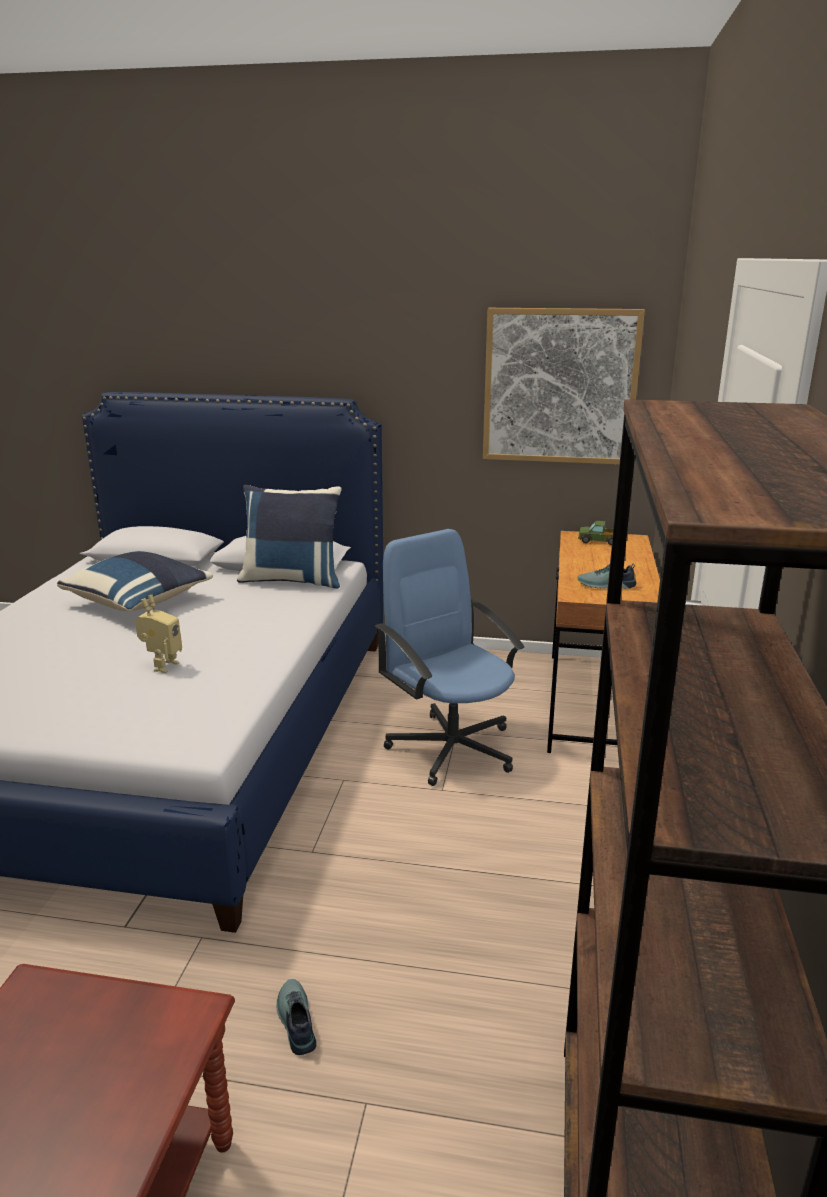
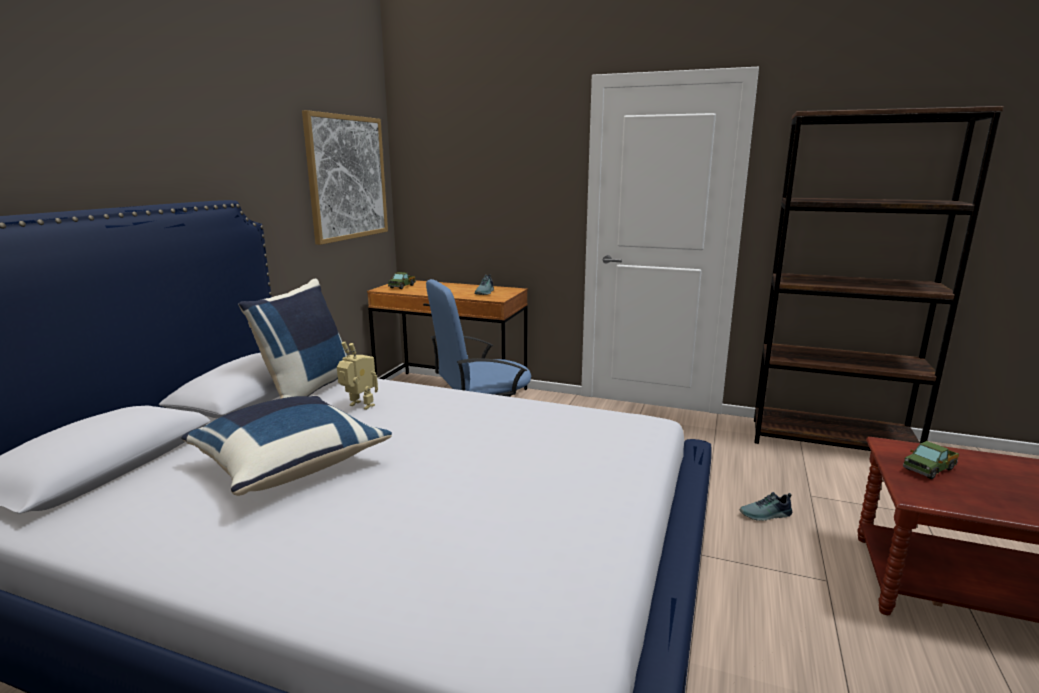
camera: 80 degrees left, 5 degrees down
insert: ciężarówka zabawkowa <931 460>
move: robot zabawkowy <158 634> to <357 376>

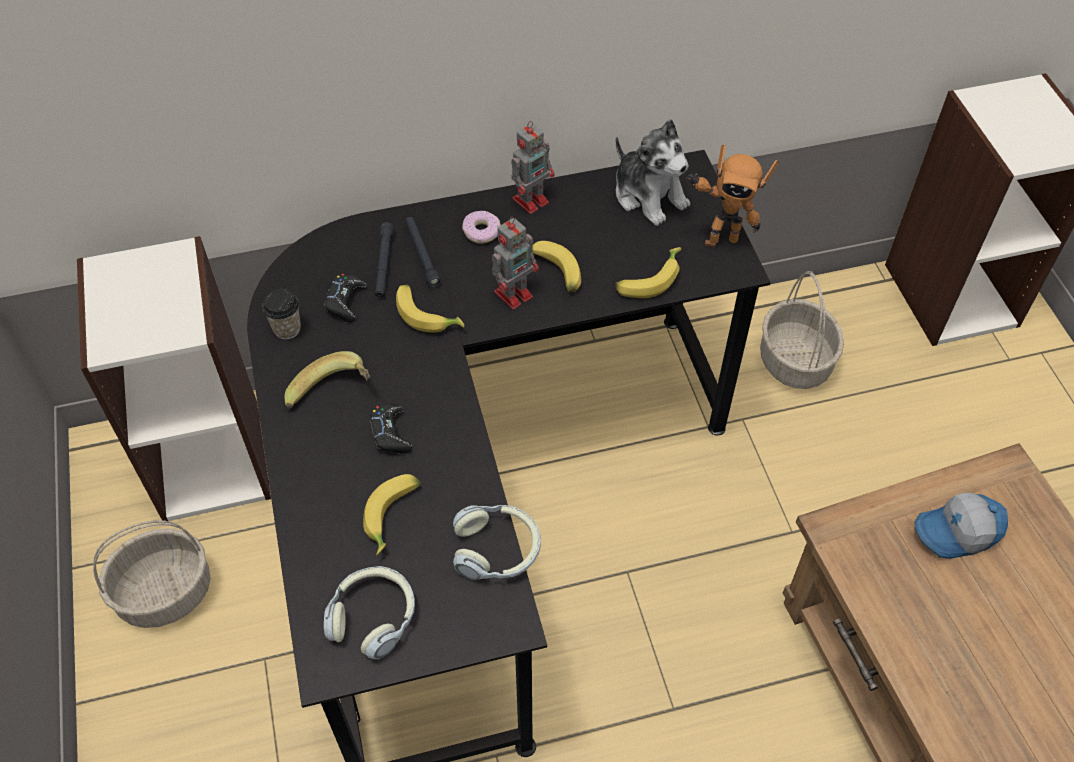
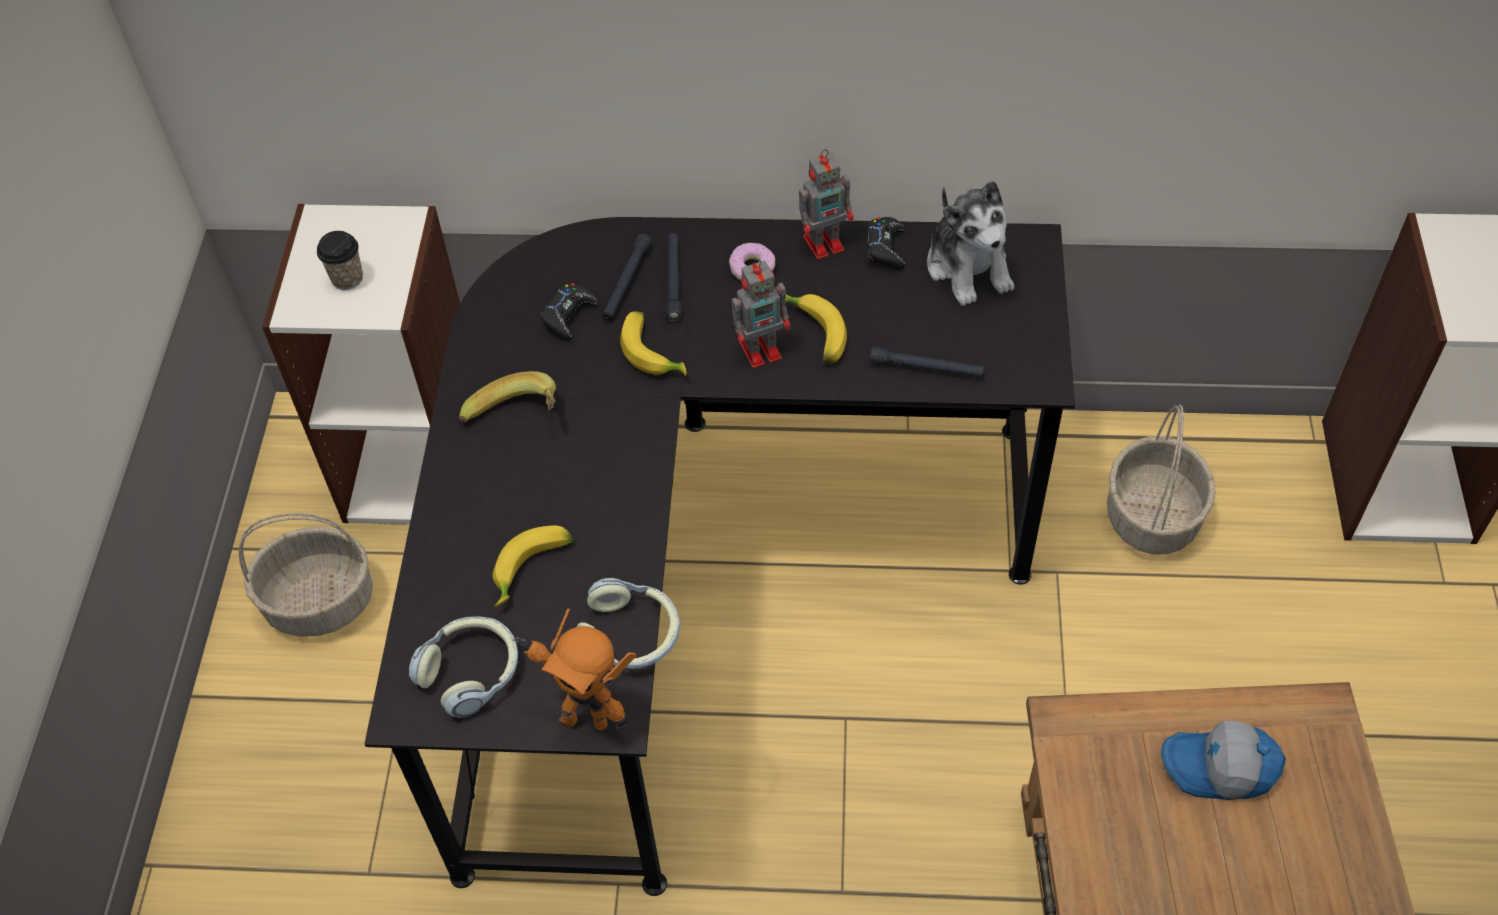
camera: 20 degrees right, 0 degrees up
move: filiżanka <281 314> to <340 260>; pad do gier/czarny <390 428> to <886 243>; robot zabawkowy <732 196> to <574 669>
replace: banan <648 272> to latarka/czarny <927 362>

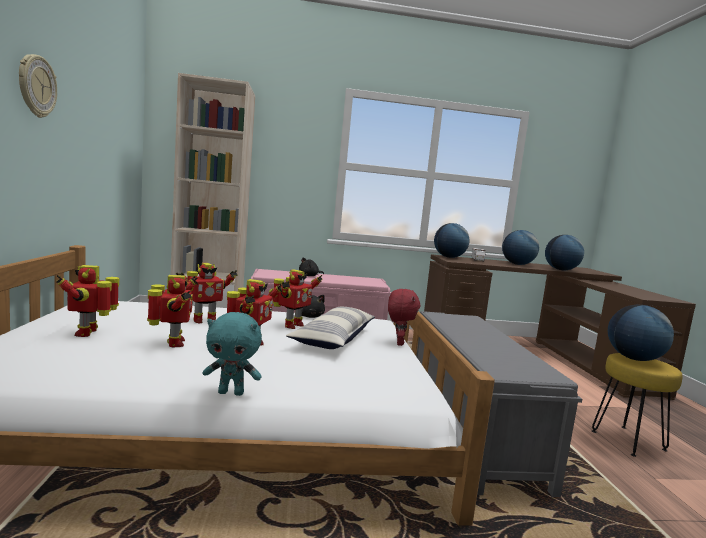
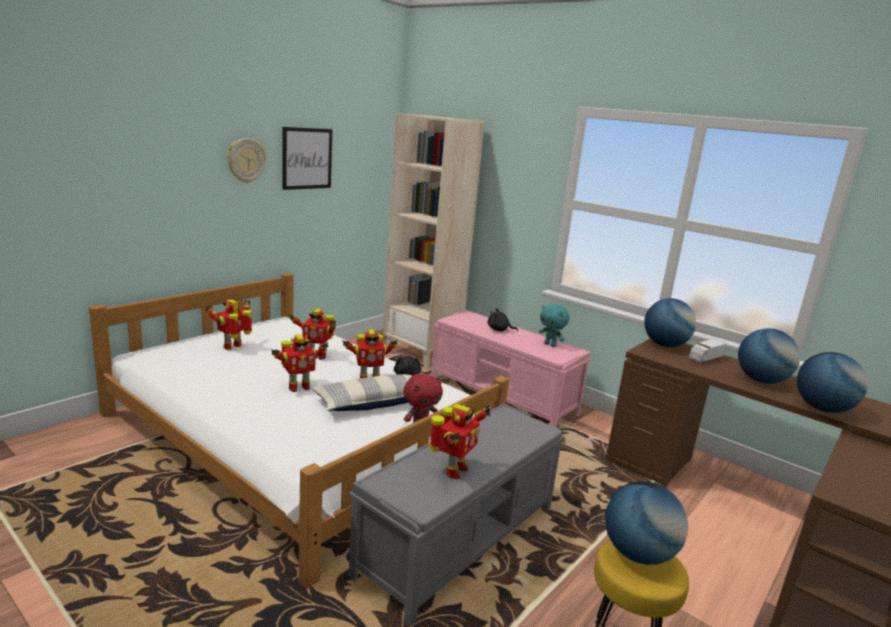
camera: 45 degrees right, 10 degrees up
insert: obraz <307 158>
move: robot zabawkowy <172 311> to <459 441>; pluszak/turkusowy <232 354> to <554 325>

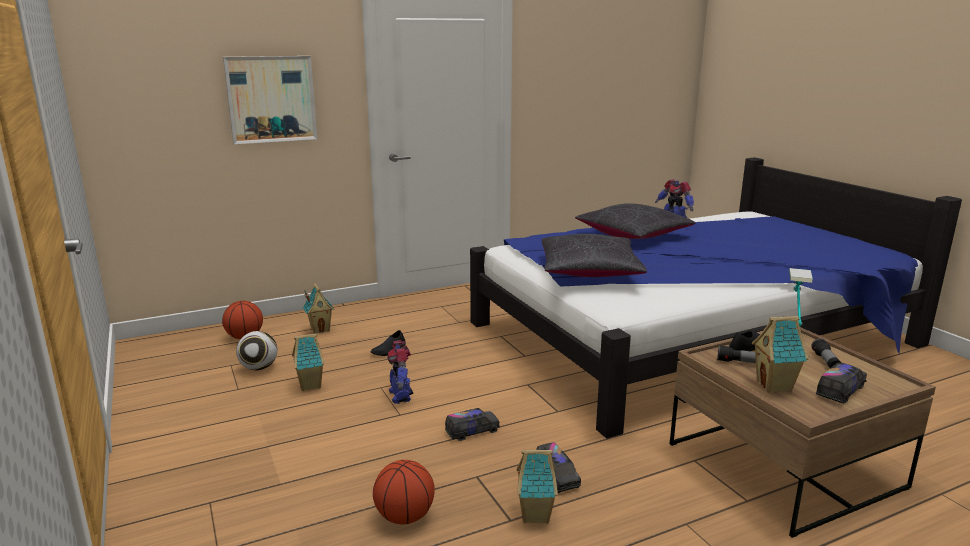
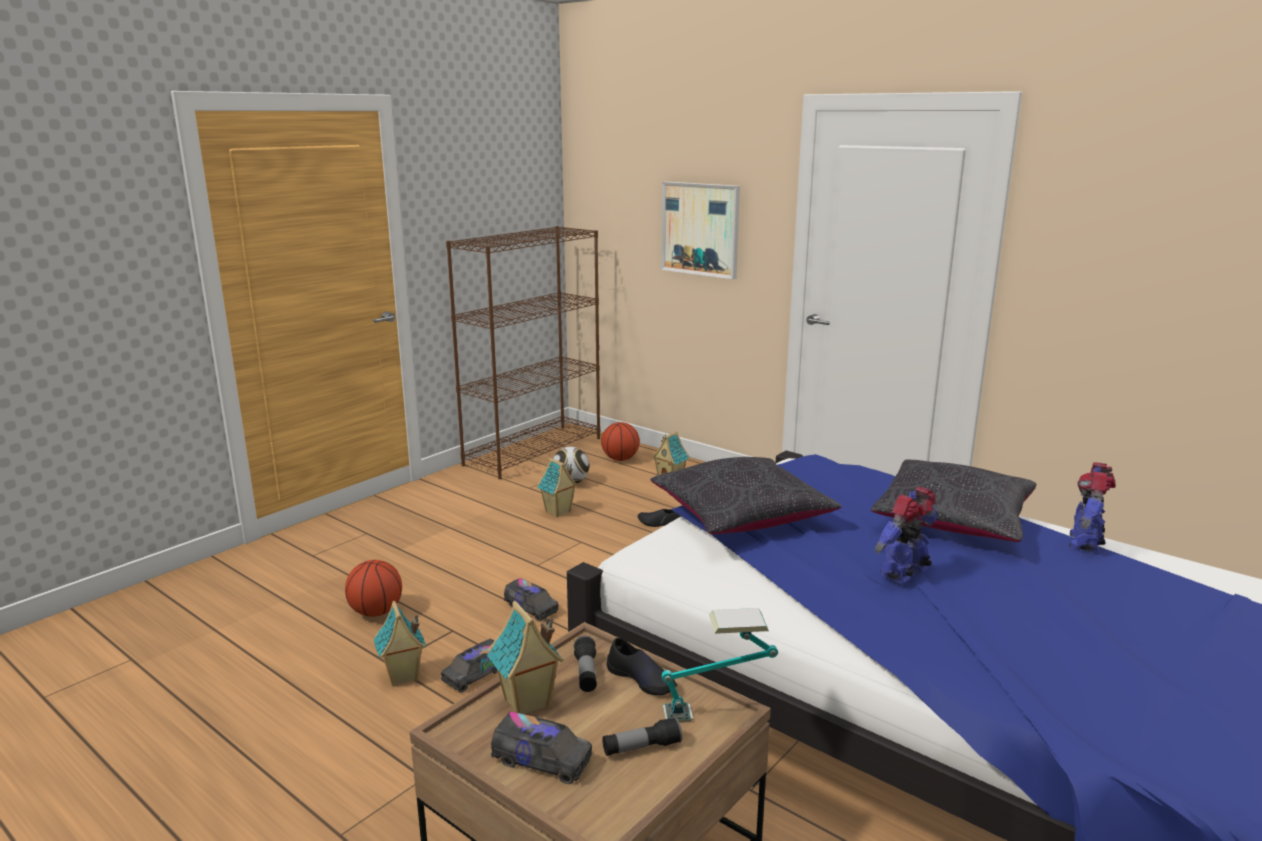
camera: 65 degrees right, 0 degrees up
insert: regał/brązowy <523 352>
move: robot zabawkowy <400 372> to <906 535>

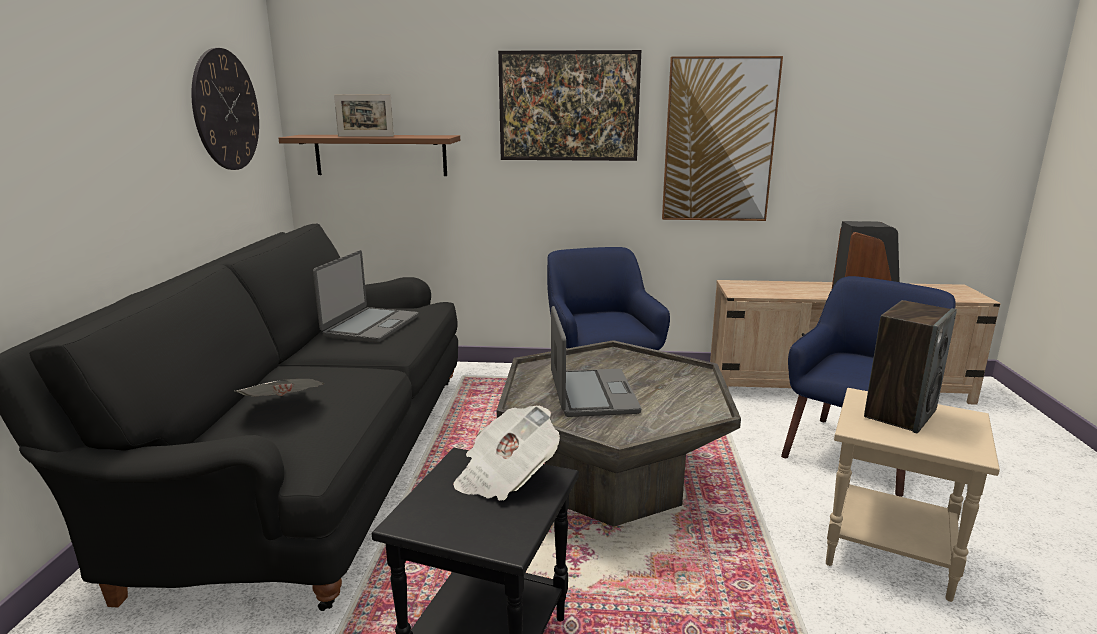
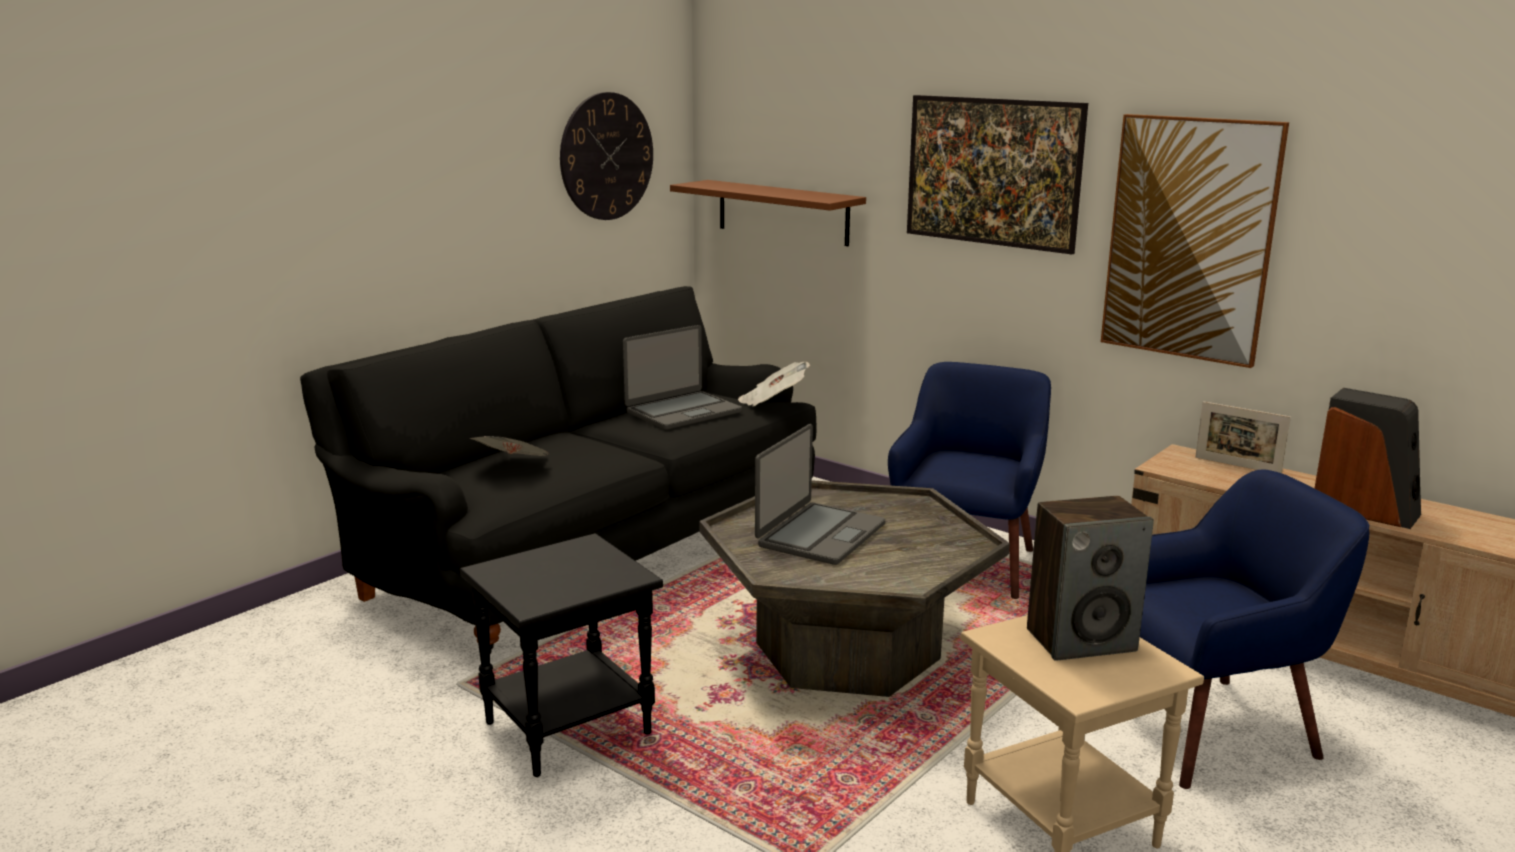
camera: 35 degrees right, 0 degrees up
move: ramka na zdjęcie <364 115> to <1243 437>; gazeta <506 453> to <774 384>

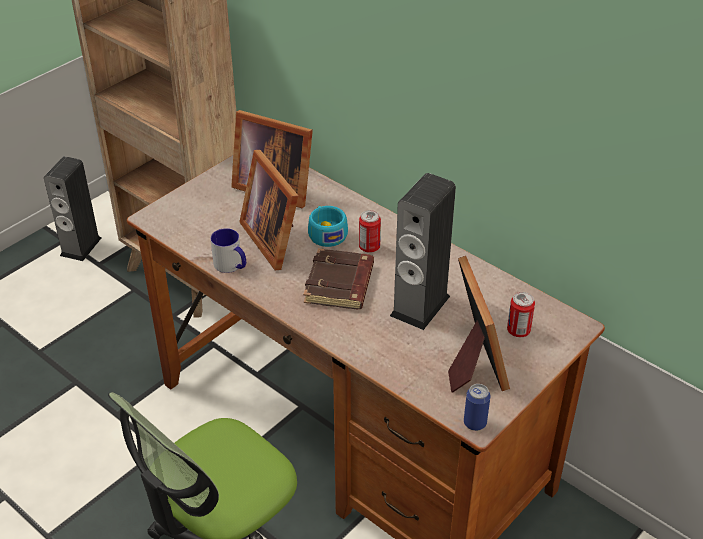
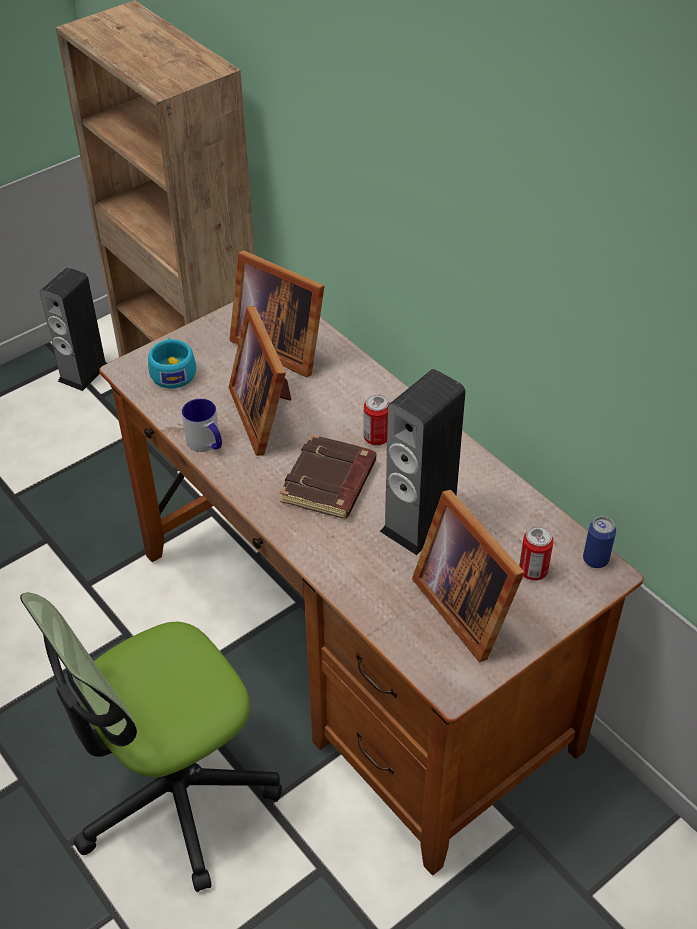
camera: 10 degrees right, 5 degrees up
move: filiżanka/turkusowy <328 226> to <172 363>; puszka <477 407> to <599 542>
rotate: ramka na zdjęcie <479 324> = <468 576> 150 degrees clockwise

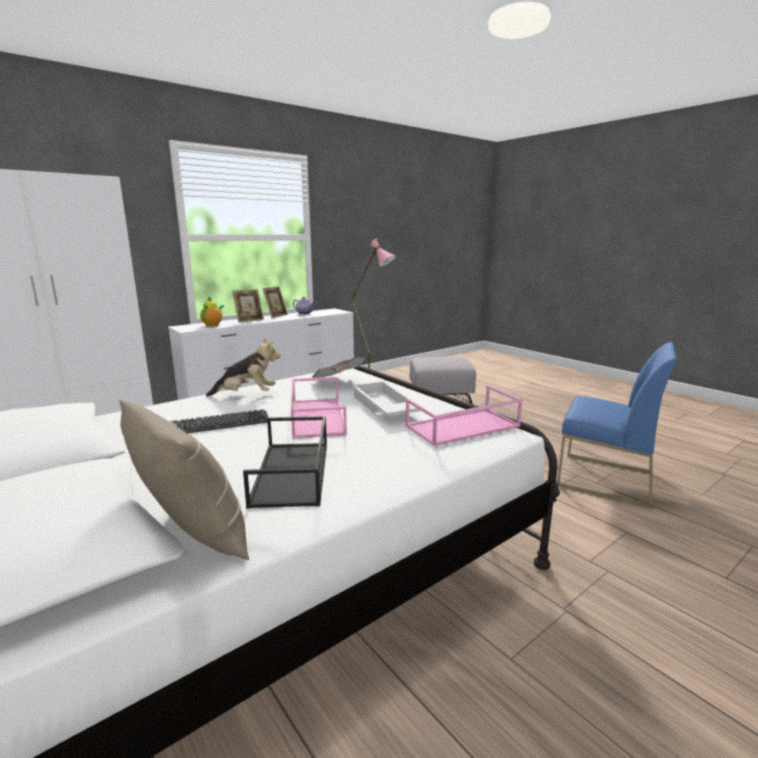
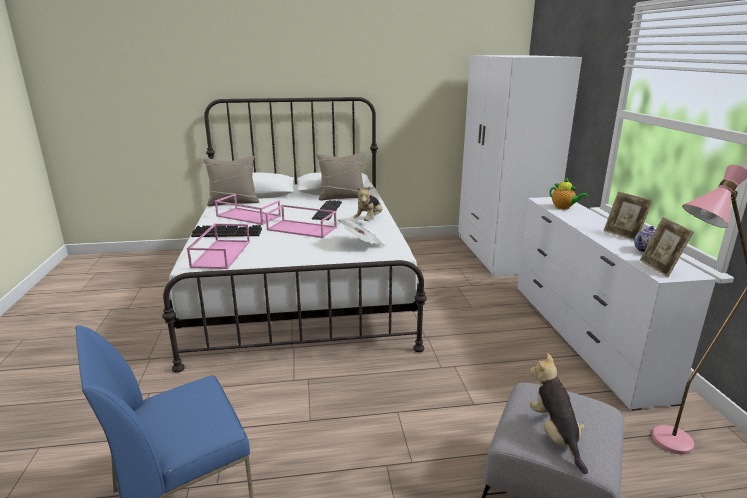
camera: 120 degrees right, 5 degrees up
delete: taca/biały <388 398>
insert: klawiatura <226 231>; poduszka/beżowy <340 176>; pluszak <559 413>
move: ramka na zdjęcie <248 306> to <667 247>
recolor: taca/czarny <285 462> to taca/różowy <248 209>

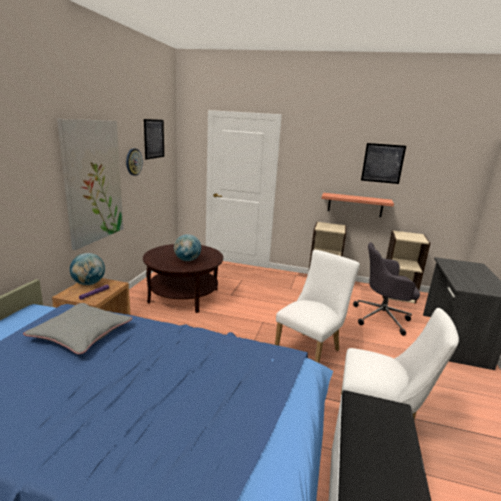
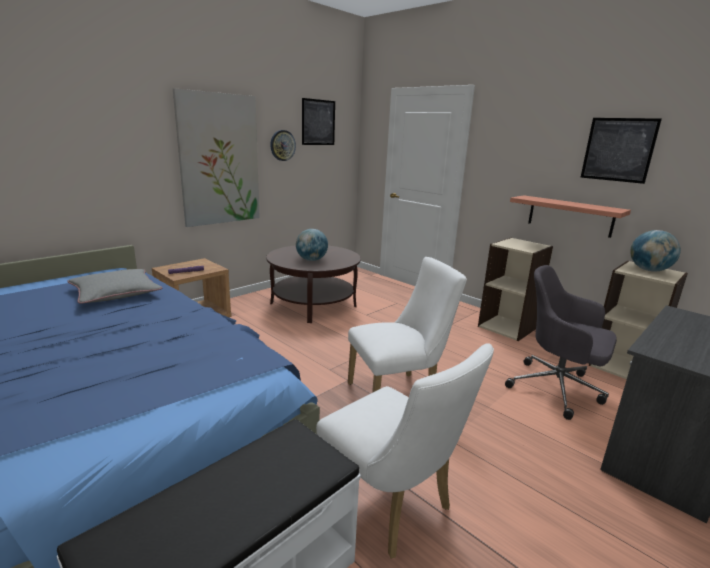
camera: 30 degrees right, 0 degrees up
move: globus <87 269> to <655 251>

